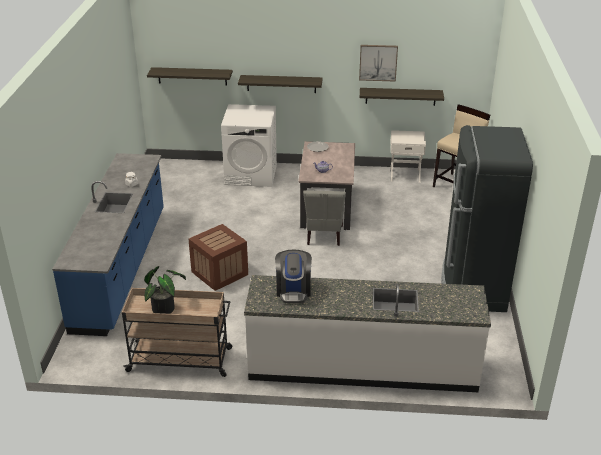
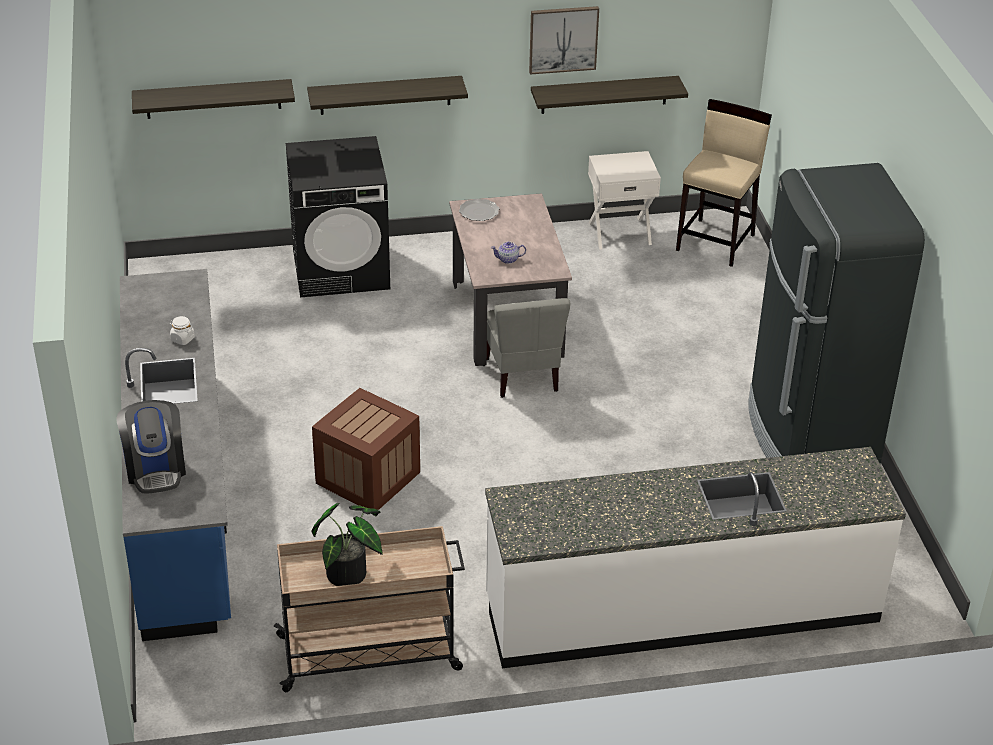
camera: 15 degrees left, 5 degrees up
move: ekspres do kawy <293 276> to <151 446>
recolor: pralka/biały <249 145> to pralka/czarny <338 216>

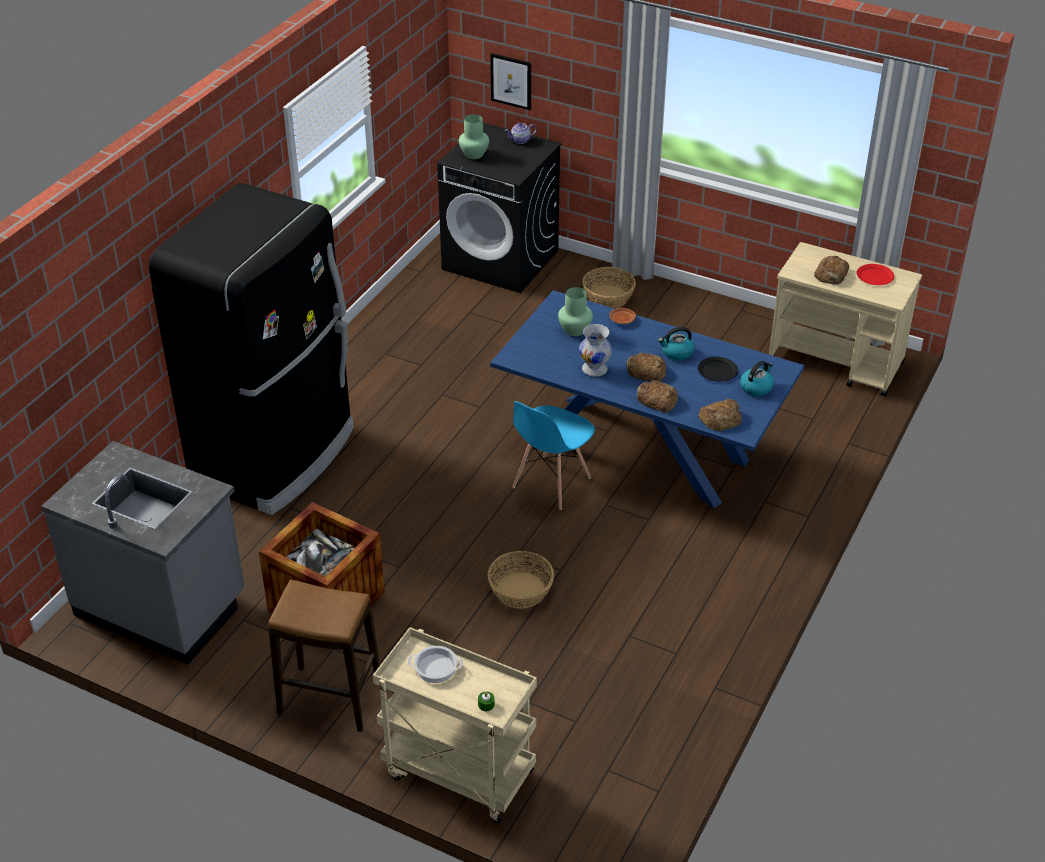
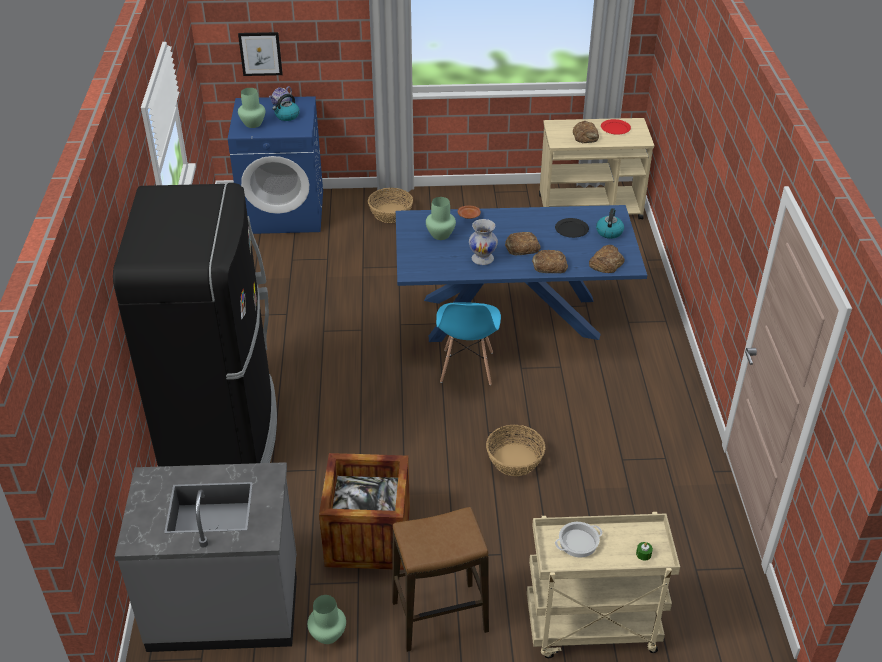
camera: 30 degrees left, 0 degrees up
insert: wazon/zielony <326 619>
move: czajnik <676 343> to <286 107>
recolor: pralka/czarny <499 208> to pralka/niebieski <275 165>

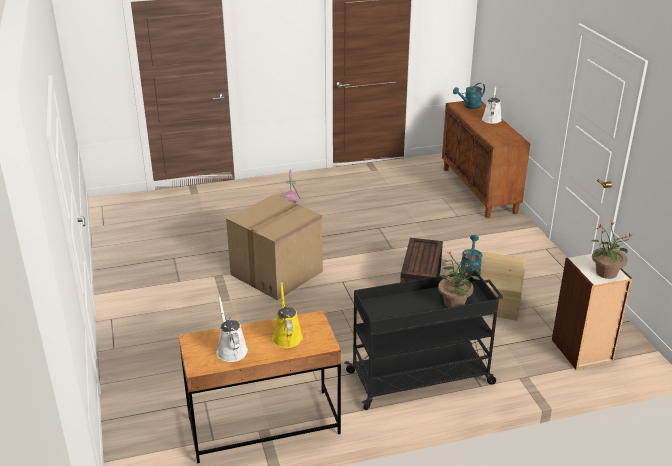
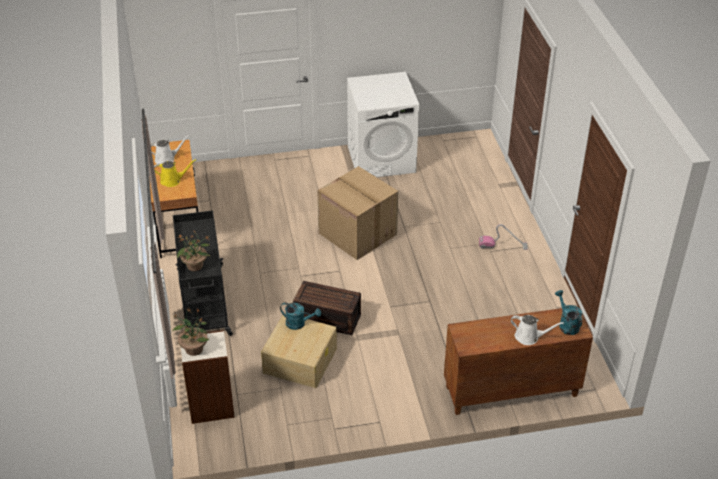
camera: 95 degrees right, 10 degrees up
insert: pralka/biały <383 124>

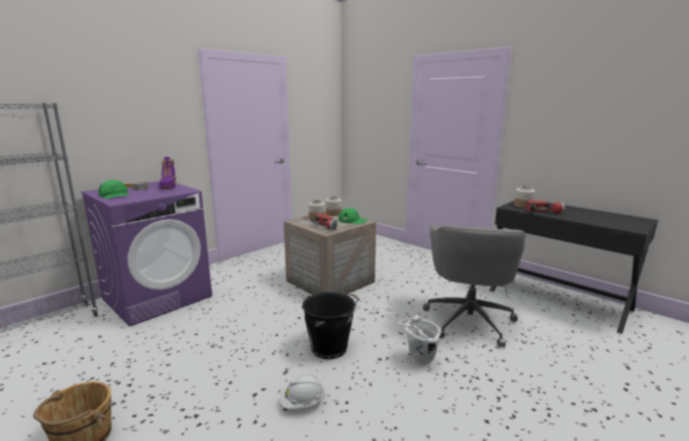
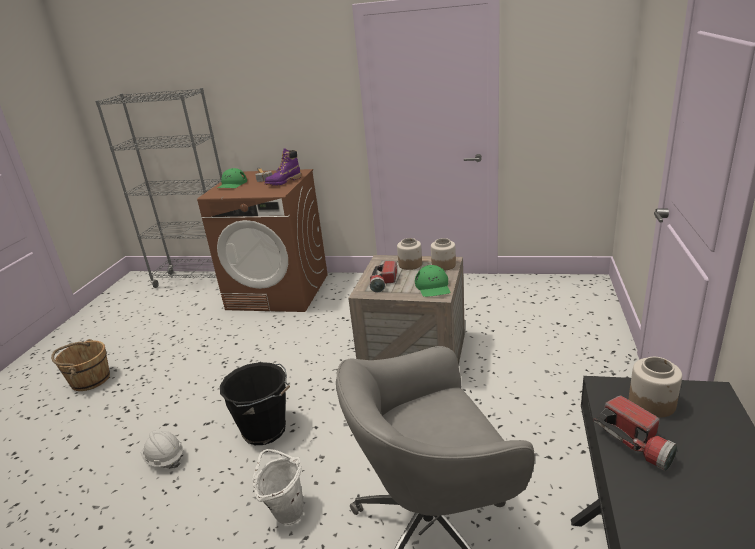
camera: 60 degrees right, 10 degrees up
recolor: pralka/fioletowy <146 254> to pralka/brązowy <262 240>

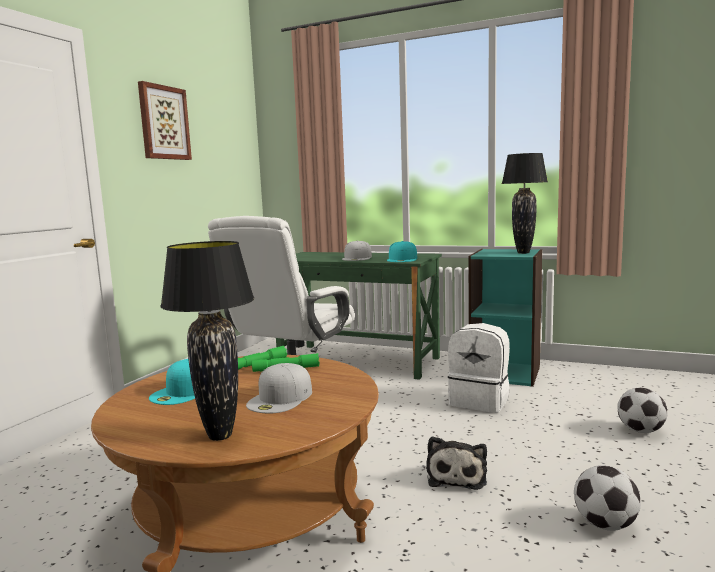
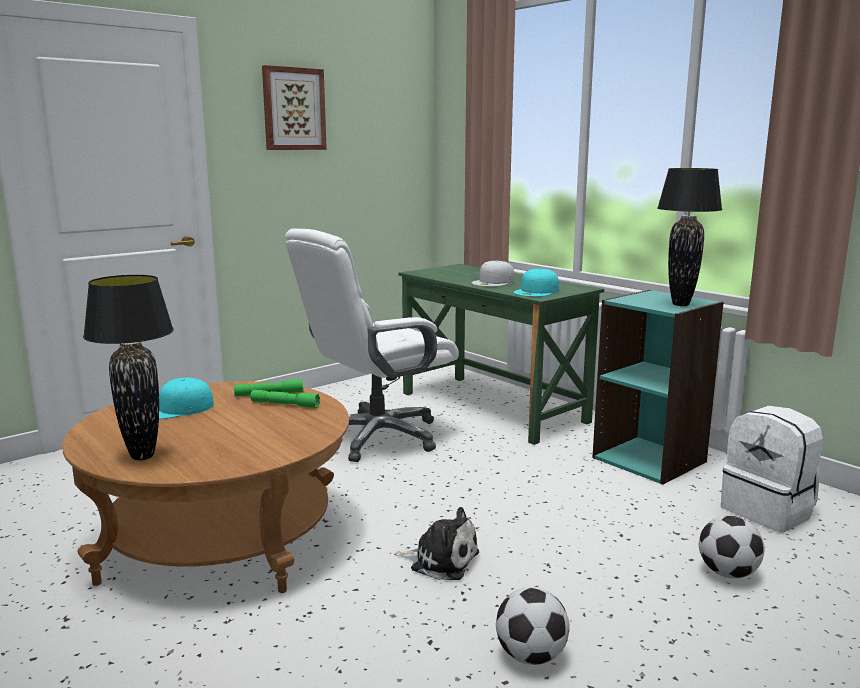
camera: 25 degrees right, 5 degrees up
delete: czapka z daszkiem/biały <279 388>
move: plecak/biały <479 368> to <772 469>
rotate: pluszak <456 463> = <436 543> 105 degrees counterclockwise

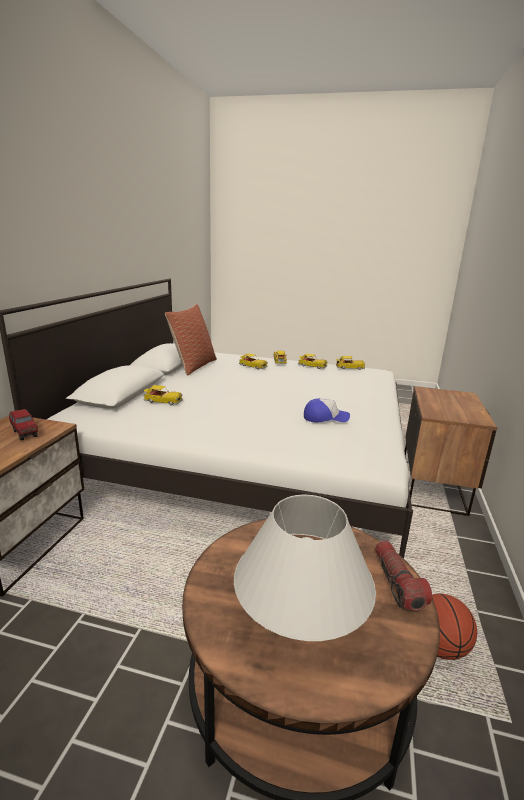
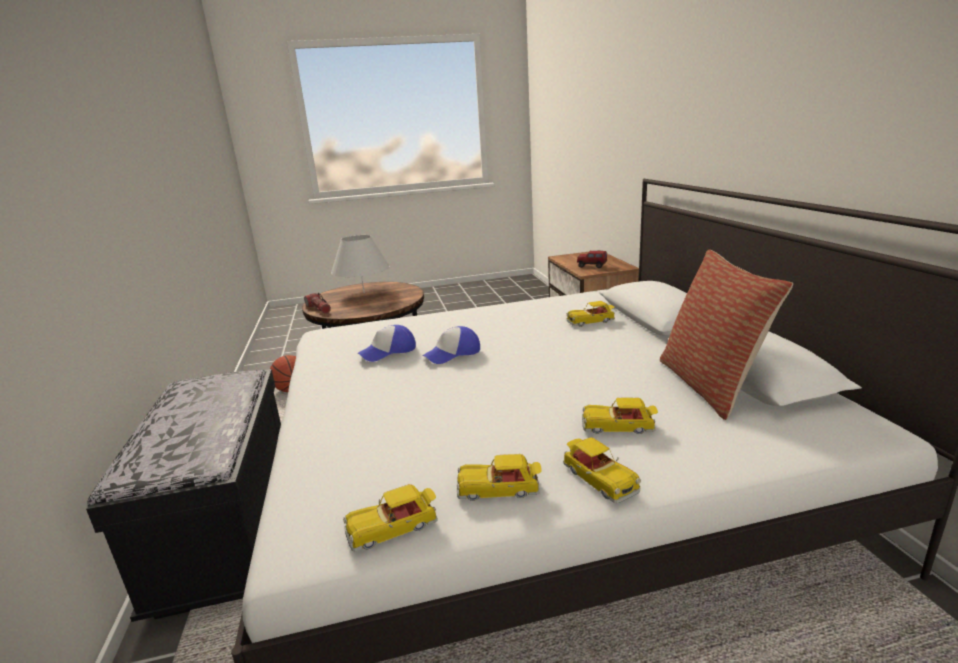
camera: 155 degrees right, 0 degrees up
insert: czapka z daszkiem <451 345>
replace: szafka nocna <451 451> to ławka/czarny <183 495>

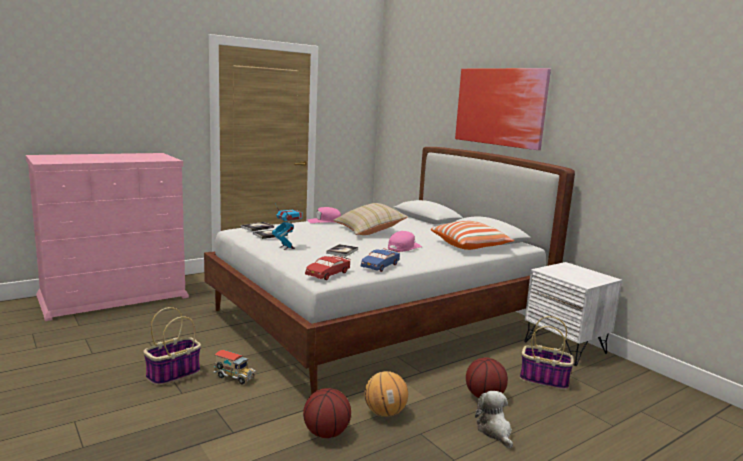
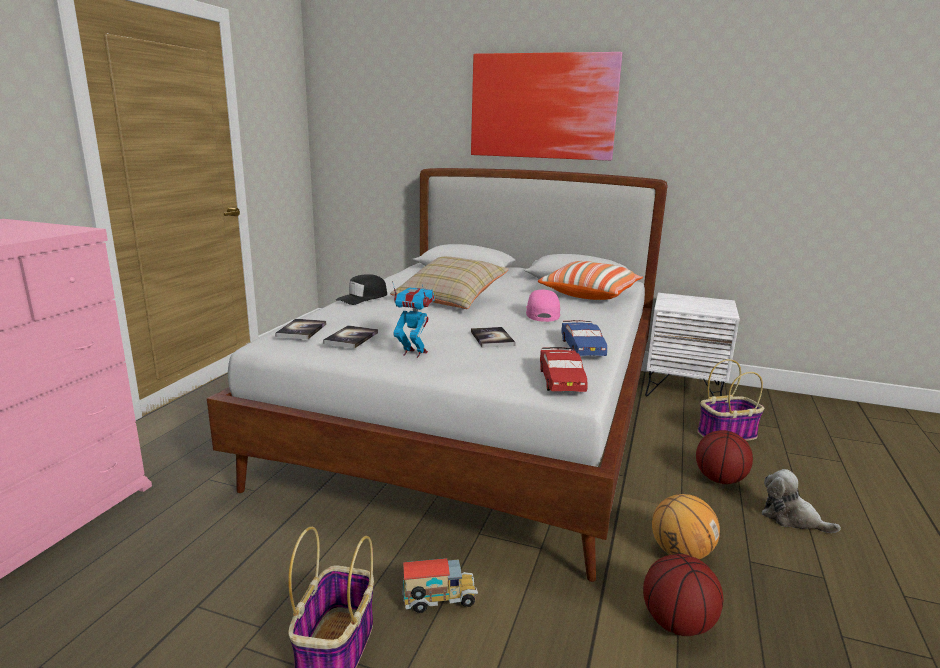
camera: 35 degrees left, 5 degrees up
recolor: czapka z daszkiem/różowy <324 215> to czapka z daszkiem/czarny <361 289>

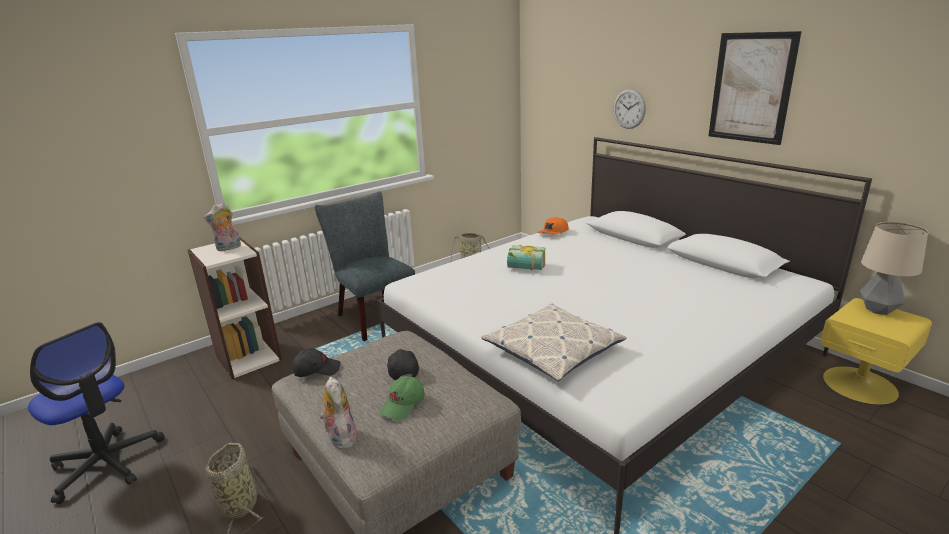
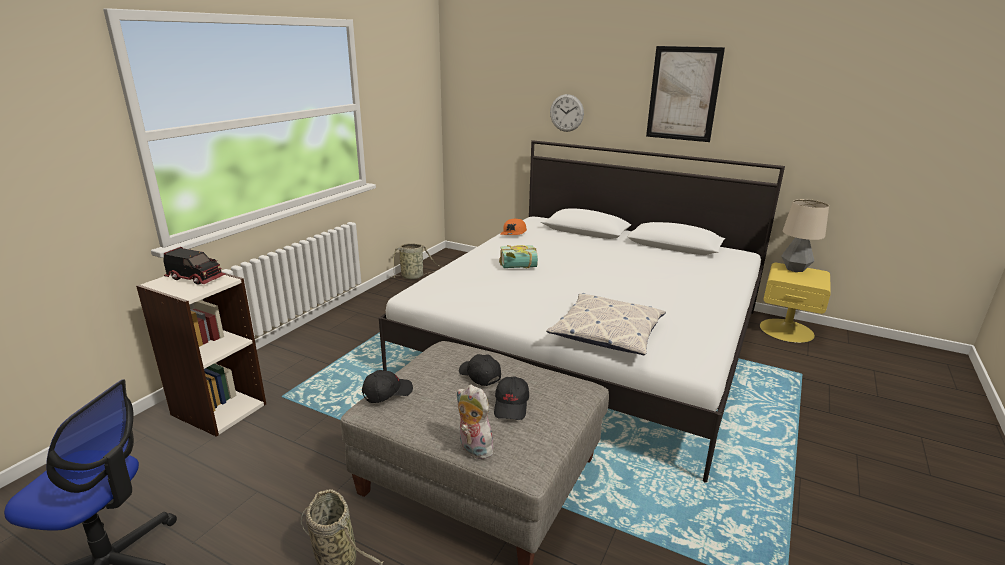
camera: 25 degrees left, 0 degrees up
delete: krzesło/szary <365 266>
replace: pluszak <222 226> to ciężarówka zabawkowa <194 266>
recolor: czapka z daszkiem/zielony <402 398> to czapka z daszkiem/czarny <511 398>

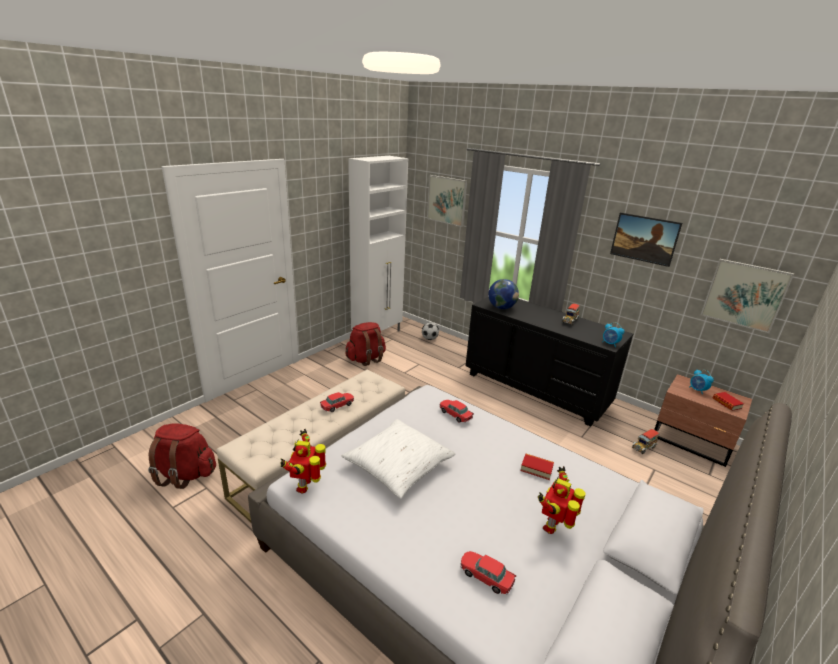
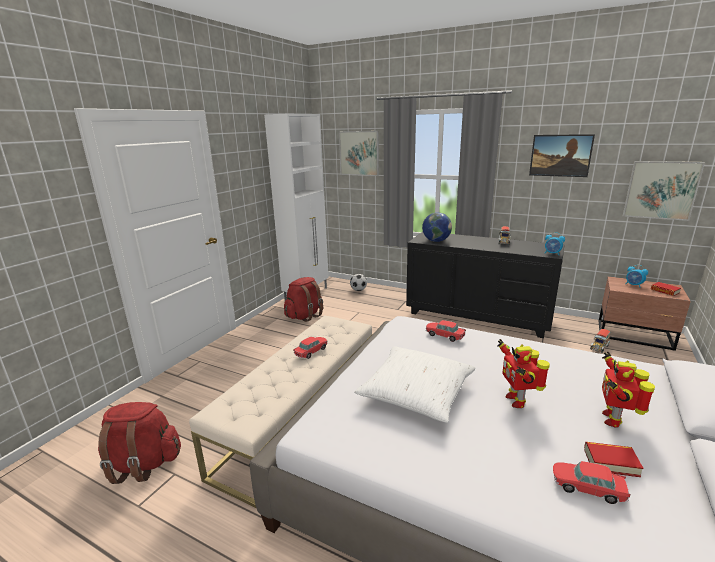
camera: 10 degrees left, 5 degrees down
move: robot zabawkowy <303 461> to <523 373>; książka <537 467> to <613 459>

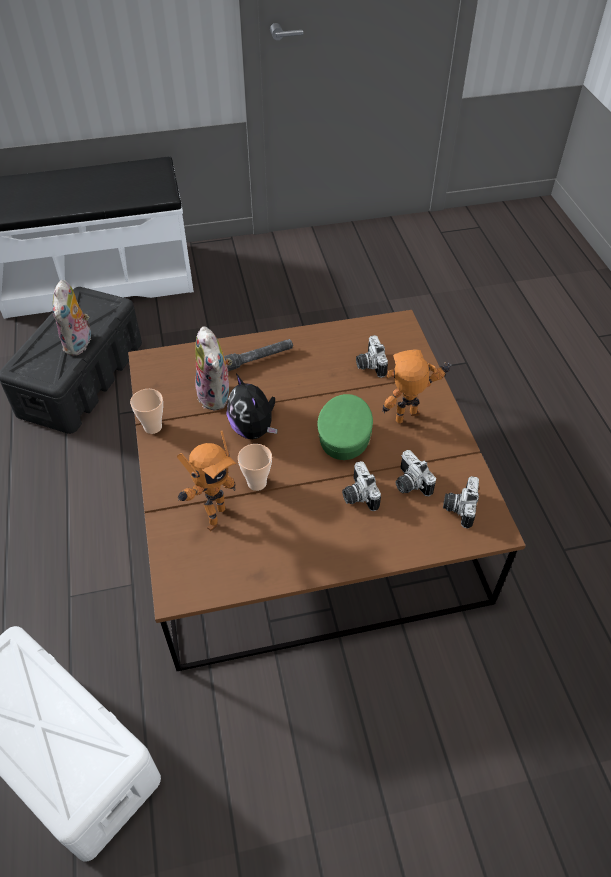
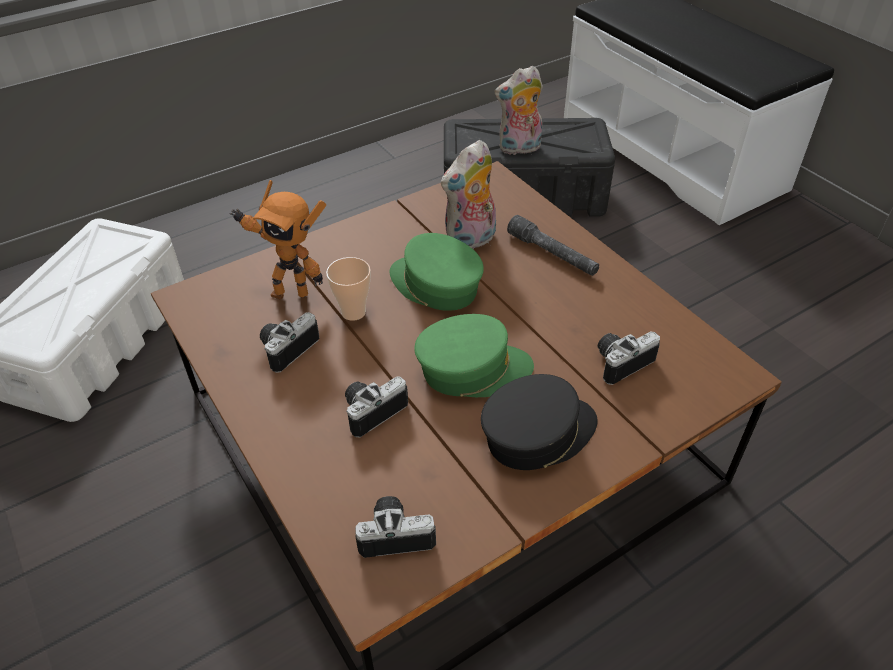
camera: 70 degrees right, 5 degrees down
delete: filiżanka <146 411>
move: aparat fotograficzny <416 473> to <289 342>
replace: pluszak <251 406> to czapka z daszkiem/zielony <436 272>; robot zabawkowy <417 386> to czapka z daszkiem/czarny <539 422>

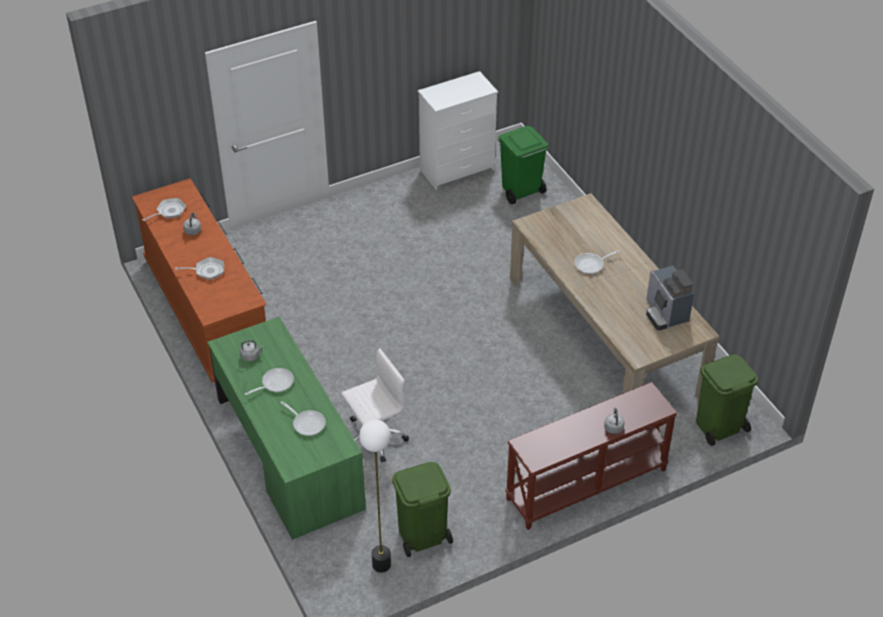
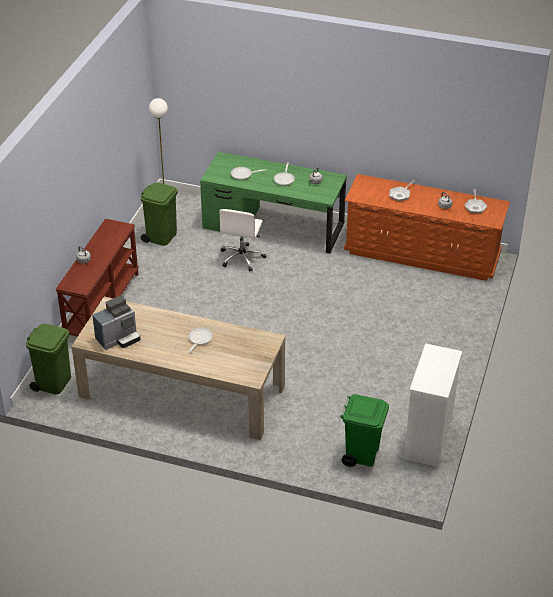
camera: 135 degrees right, 5 degrees down
rotate: ekspres do kawy <670 298> = <116 322> 120 degrees clockwise

